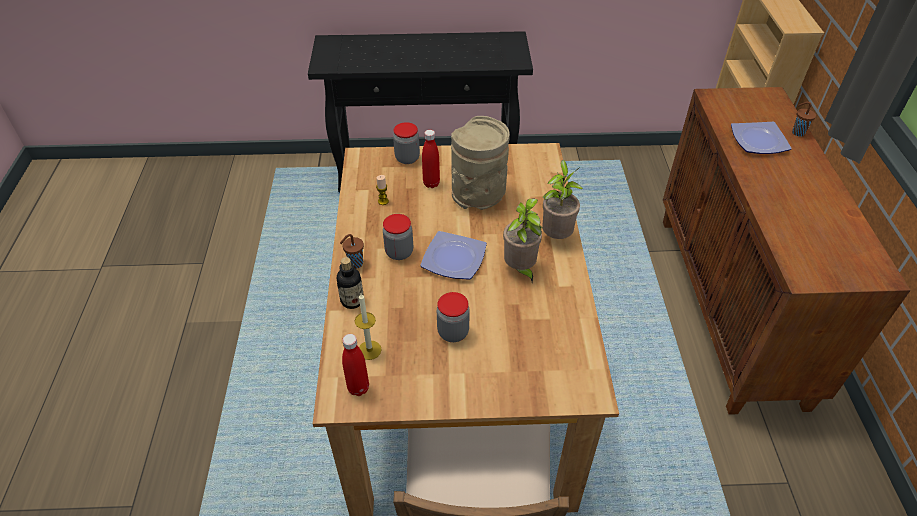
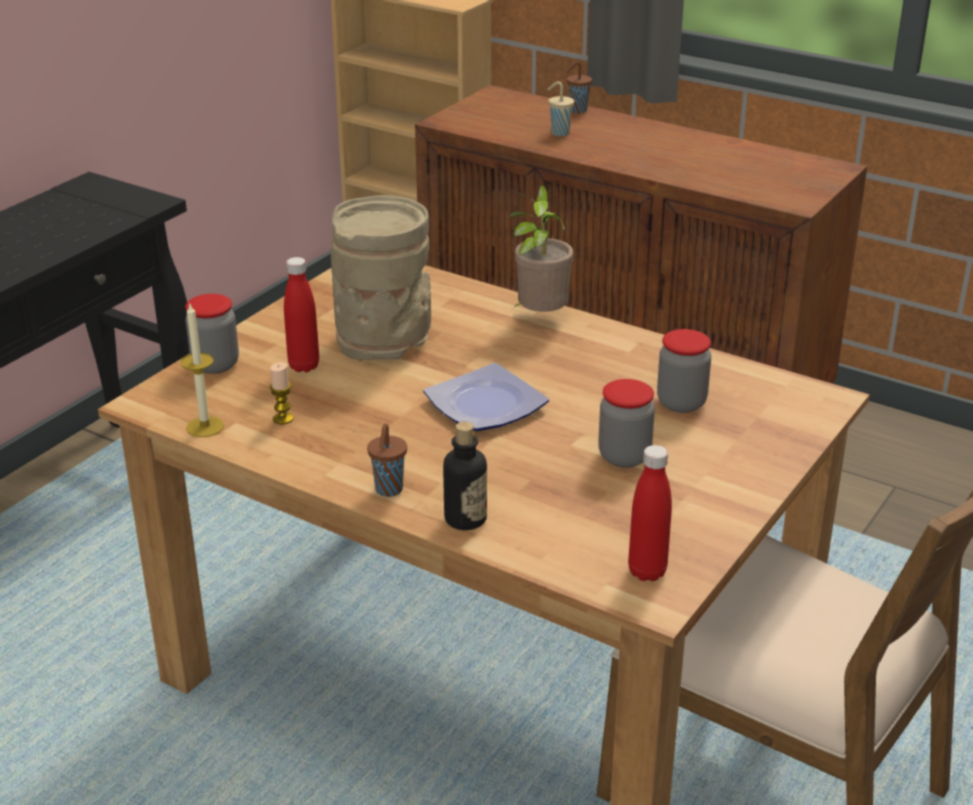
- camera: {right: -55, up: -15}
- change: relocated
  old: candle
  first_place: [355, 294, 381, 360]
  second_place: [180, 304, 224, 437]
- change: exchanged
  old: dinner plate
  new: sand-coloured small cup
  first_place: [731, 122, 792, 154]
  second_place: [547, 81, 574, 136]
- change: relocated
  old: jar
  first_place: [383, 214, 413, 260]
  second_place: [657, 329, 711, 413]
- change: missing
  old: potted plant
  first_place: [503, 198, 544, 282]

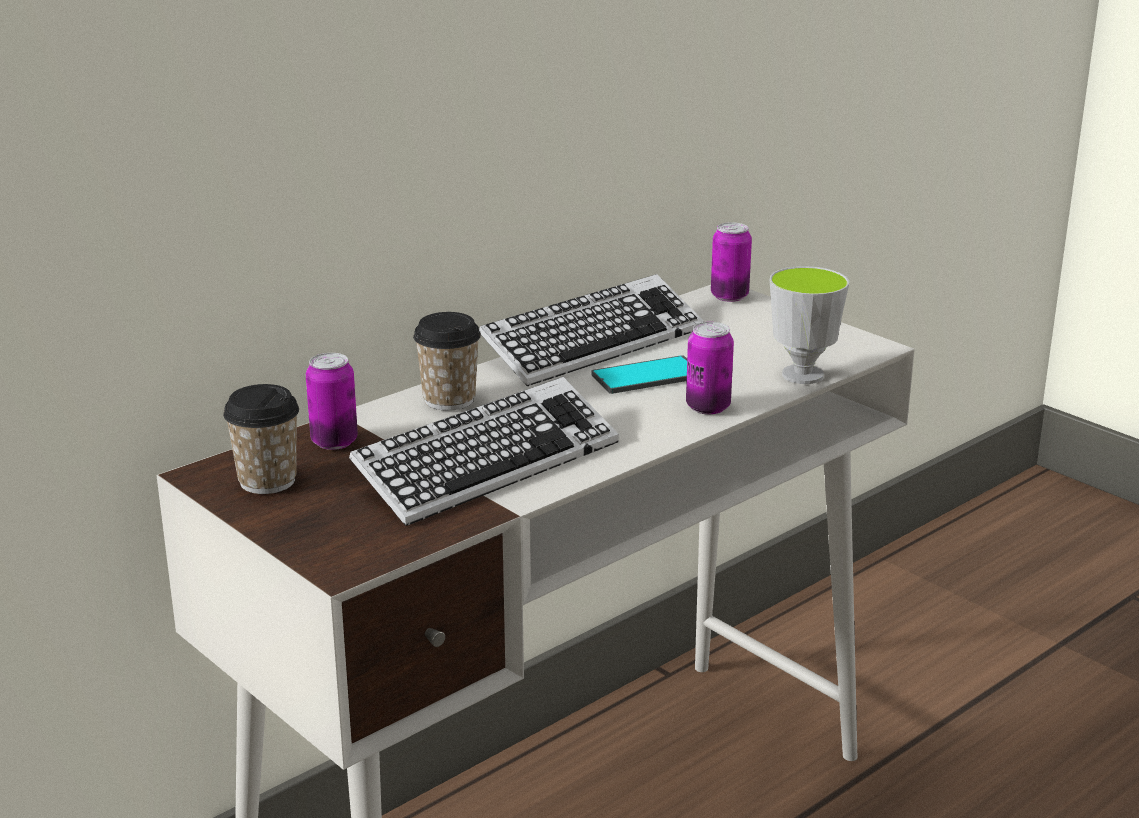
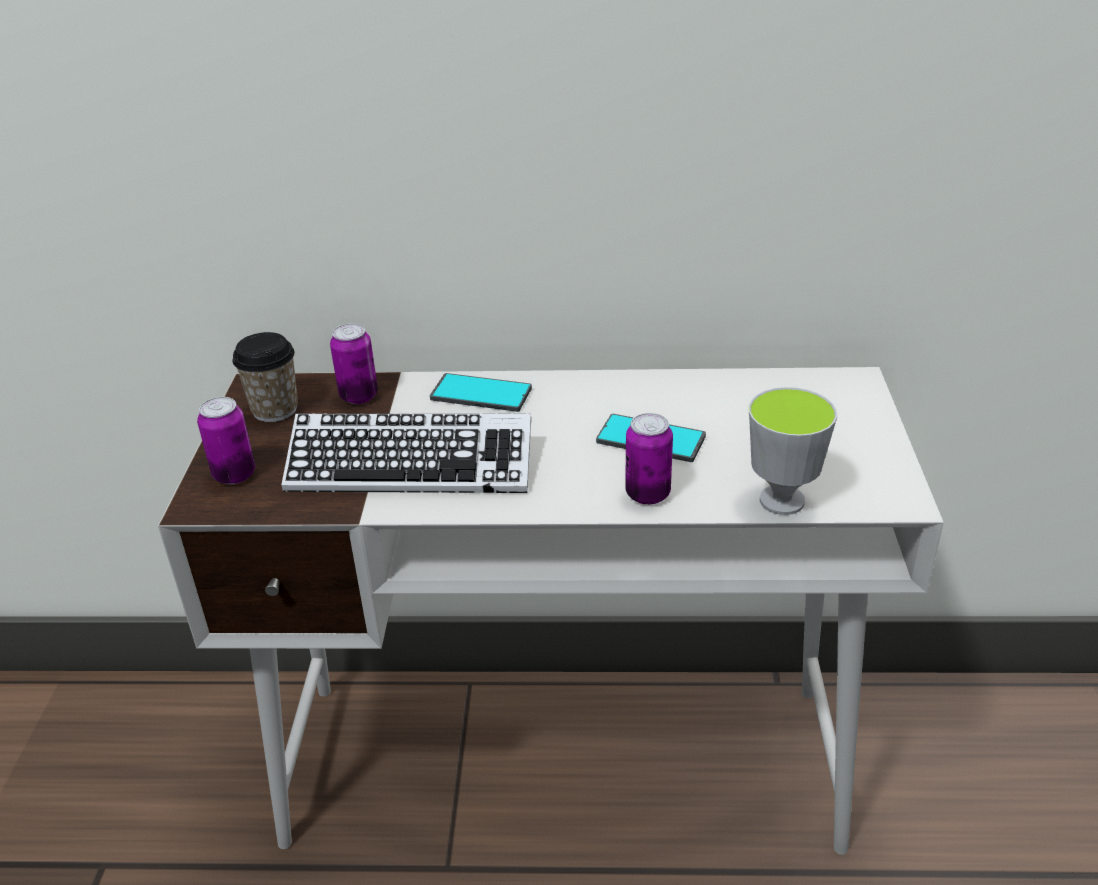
- camera: {right: 45, up: 10}
- change: relocated
  old: sealed can
  first_place: [711, 222, 752, 302]
  second_place: [197, 397, 255, 485]
- change: exchanged
  old: small cup
  new: handset
  first_place: [413, 312, 481, 411]
  second_place: [430, 373, 532, 412]
- change: missing
  old: computer keyboard
  first_place: [479, 274, 705, 386]

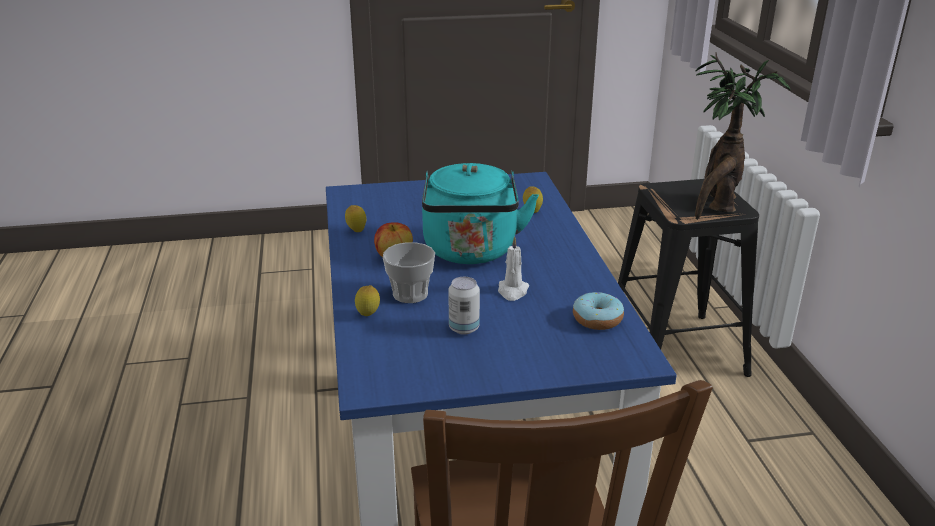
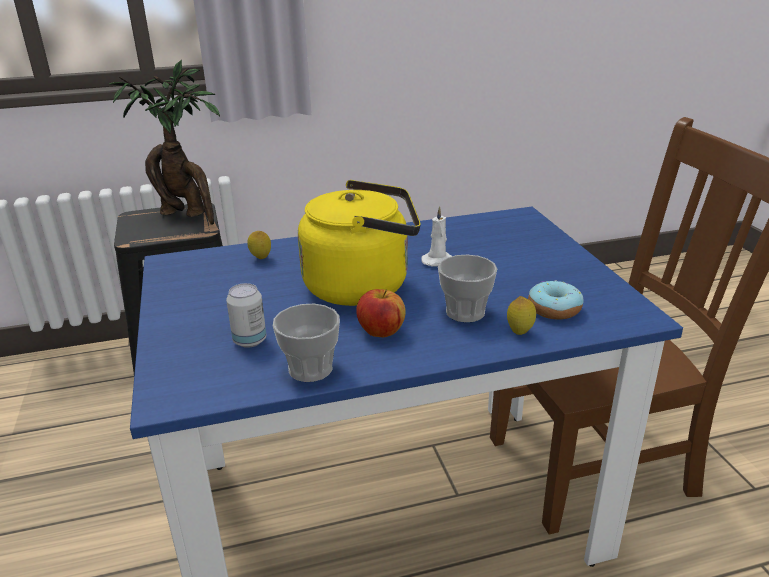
- camera: {right: -95, up: 0}
- change: relocated
  old: sealed can
  first_place: [448, 277, 480, 335]
  second_place: [226, 283, 266, 348]
- change: exchanged
  old: citrus fruit
  new: small cup
  first_place: [345, 205, 366, 232]
  second_place: [273, 304, 340, 382]
- change: colour
  old: turquoise-coloured kettle
  new: yellow-coloured kettle
  first_place: [422, 163, 539, 264]
  second_place: [298, 180, 421, 306]
- change: relocated
  old: donut
  first_place: [573, 292, 624, 330]
  second_place: [528, 280, 584, 319]

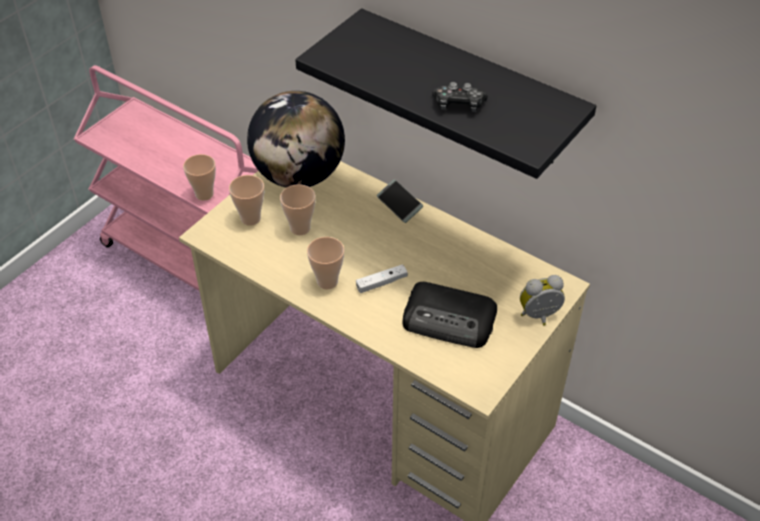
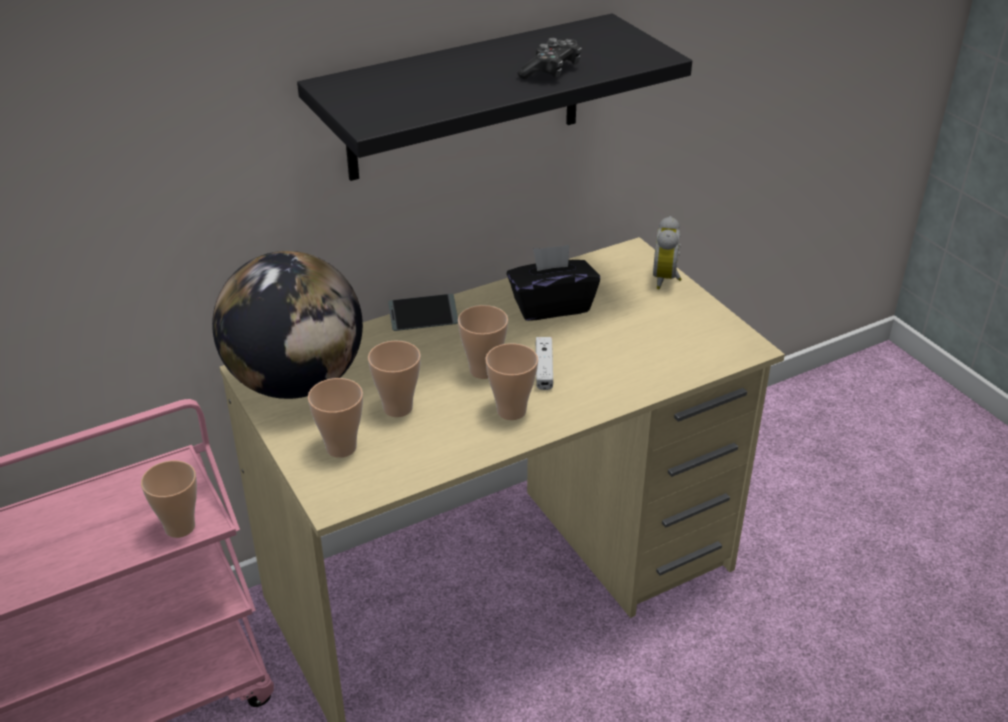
- camera: {right: -65, up: -10}
- change: appeared
  new: small cup
  second_place: [458, 305, 508, 379]
- change: appeared
  new: blackish box of tissues
  second_place: [507, 245, 600, 321]
- change: missing
  old: radio
  first_place: [402, 282, 497, 348]

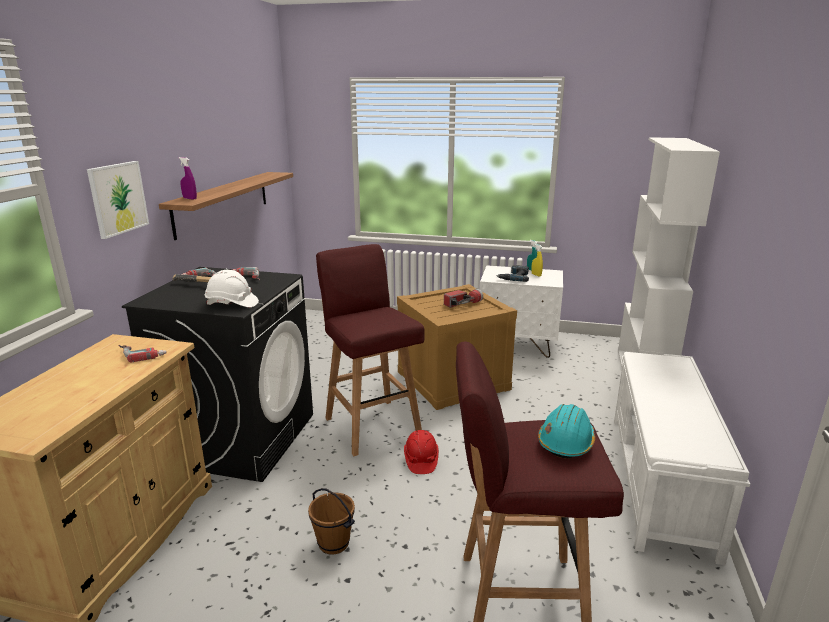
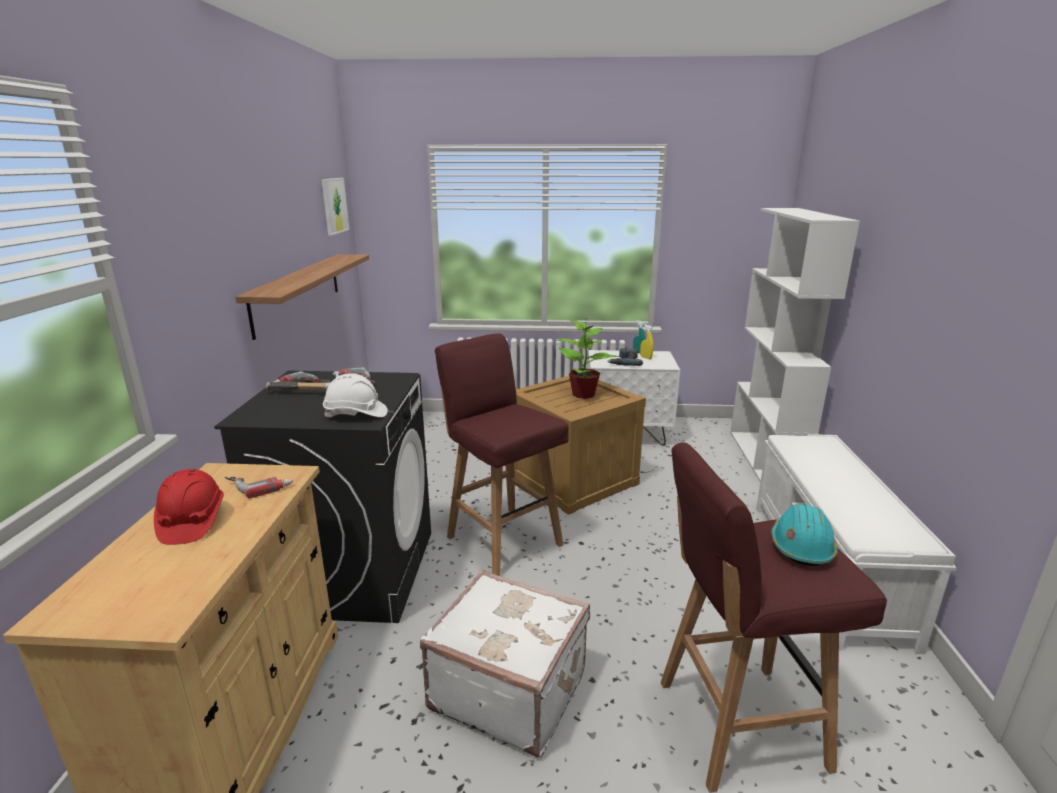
- camera: {right: -10, up: 0}
- change: relocated
  old: reddish hard hat
  first_place: [404, 430, 439, 474]
  second_place: [154, 469, 224, 545]
- change: relocated
  old: picture
  first_place: [87, 161, 149, 239]
  second_place: [322, 178, 349, 236]
- change: exchanged
  old: brown-coloured bucket
  new: white-coloured suitcase
  first_place: [308, 488, 355, 555]
  second_place: [420, 570, 590, 757]
- change: exchanged
  old: hand torch
  new: potted plant
  first_place: [444, 289, 483, 308]
  second_place: [557, 317, 620, 399]
- change: missing
  old: purple hand sprayer
  first_place: [179, 157, 197, 200]

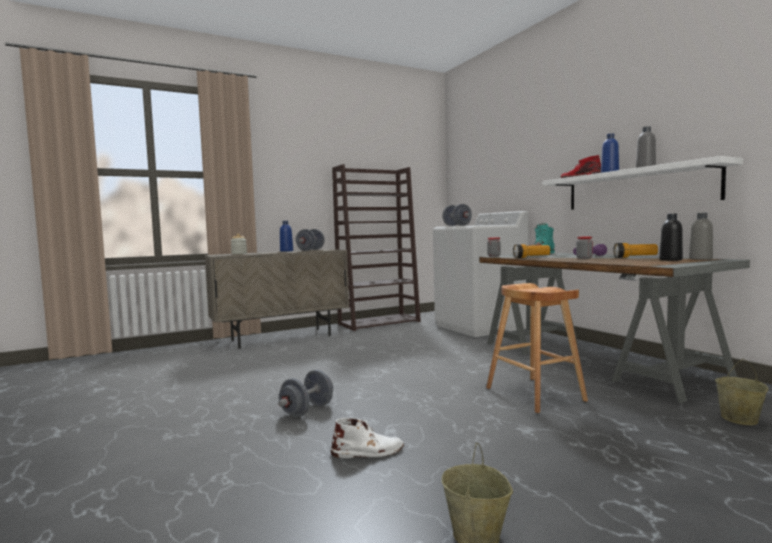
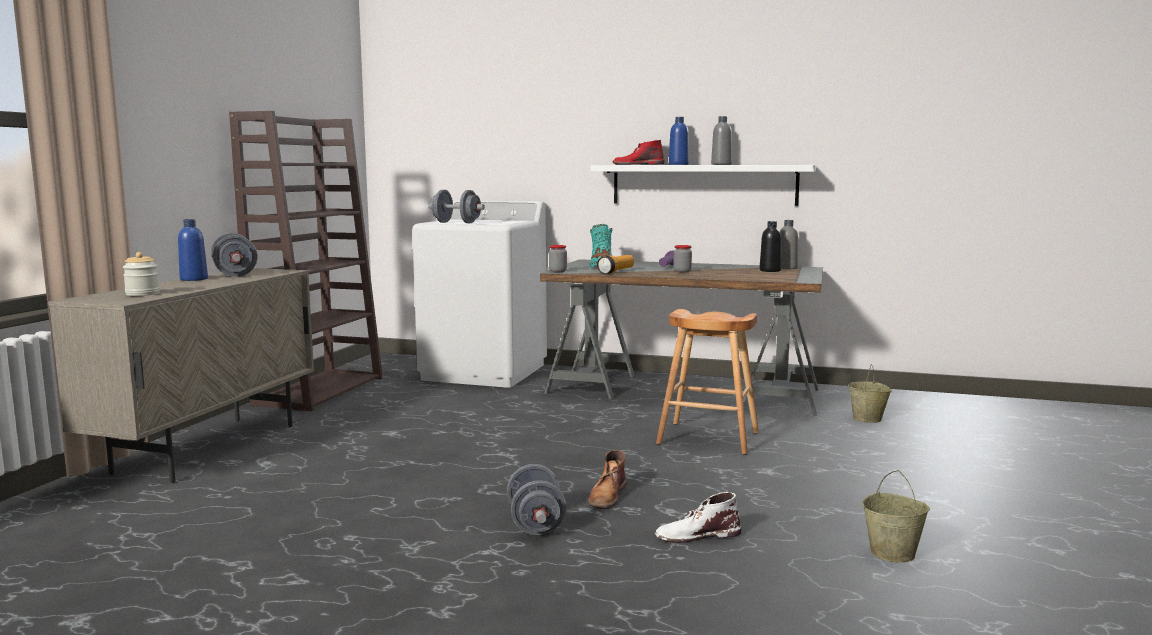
- camera: {right: -45, up: 5}
- change: appeared
  new: brown-coloured tall boot
  second_place: [589, 450, 627, 509]
- change: spun
  old: white-coloured tall boot
  first_place: [331, 418, 404, 458]
  second_place: [655, 492, 741, 543]
  degrees: -135
- change: missing
  old: hand torch
  first_place: [613, 243, 658, 258]

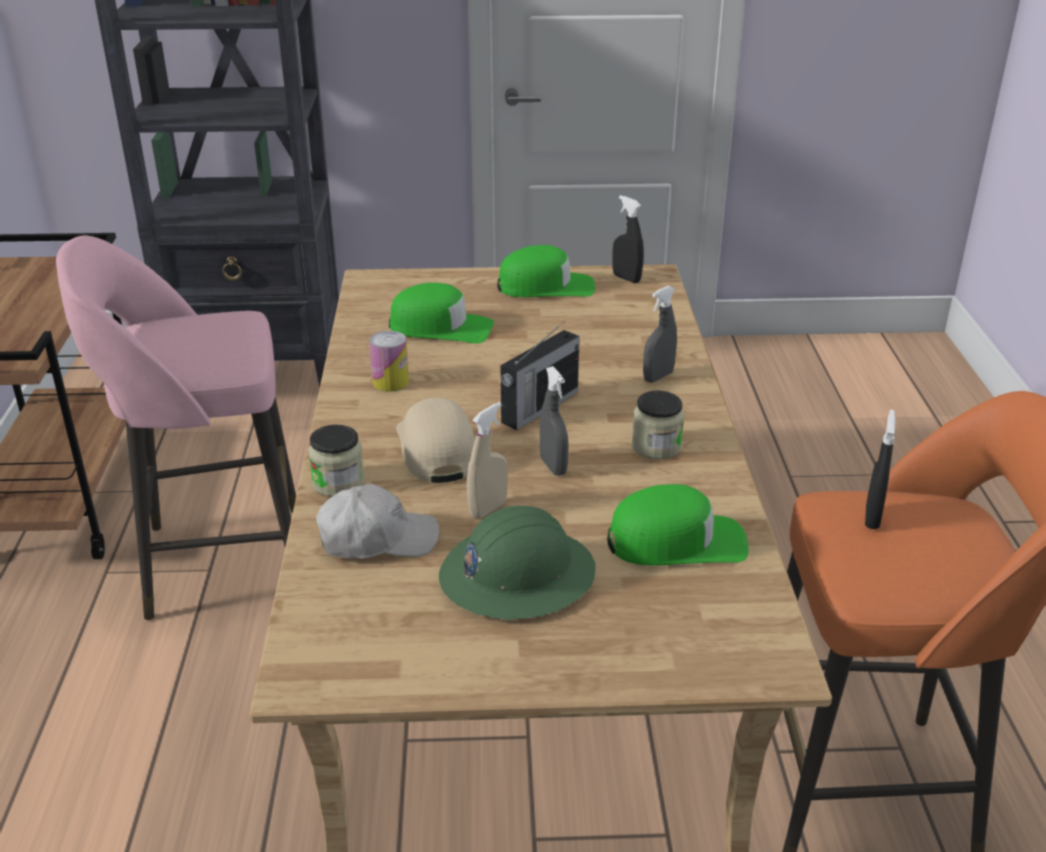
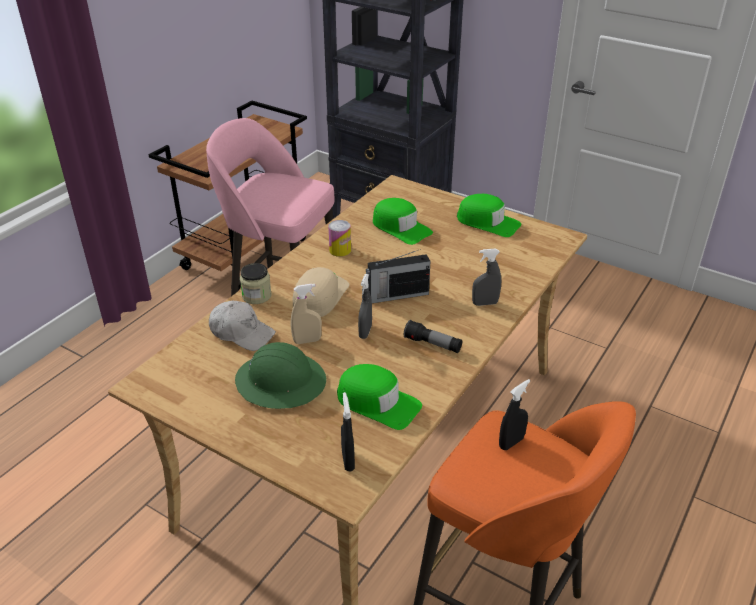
- camera: {right: 35, up: 5}
- change: relocated
  old: blackish hand sprayer
  first_place: [612, 195, 644, 283]
  second_place: [341, 392, 355, 471]
- change: exchanged
  old: jar
  new: hand torch
  first_place: [632, 391, 684, 459]
  second_place: [404, 320, 462, 353]

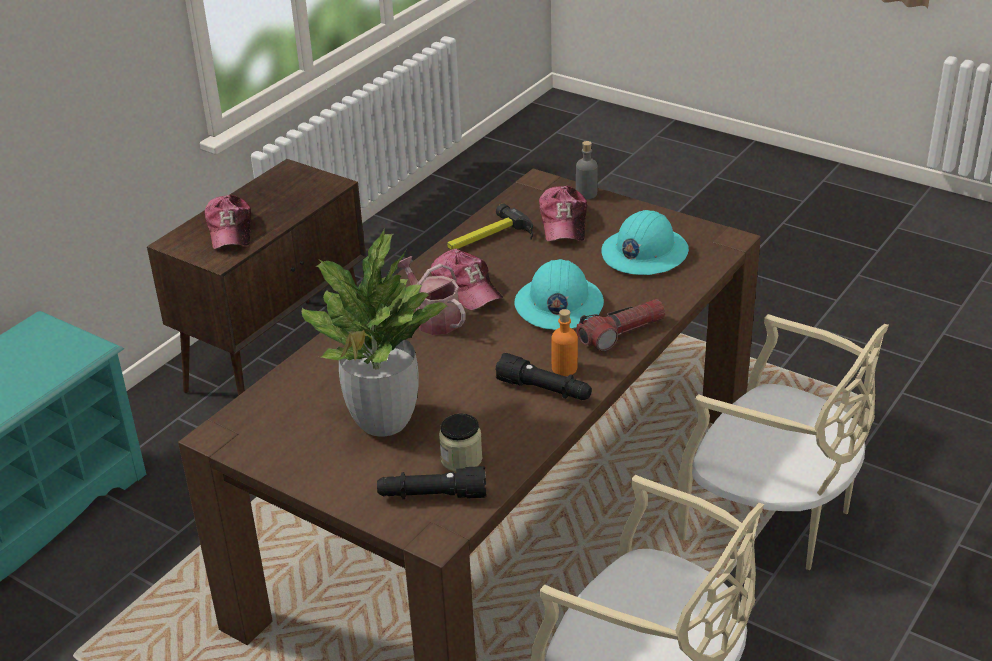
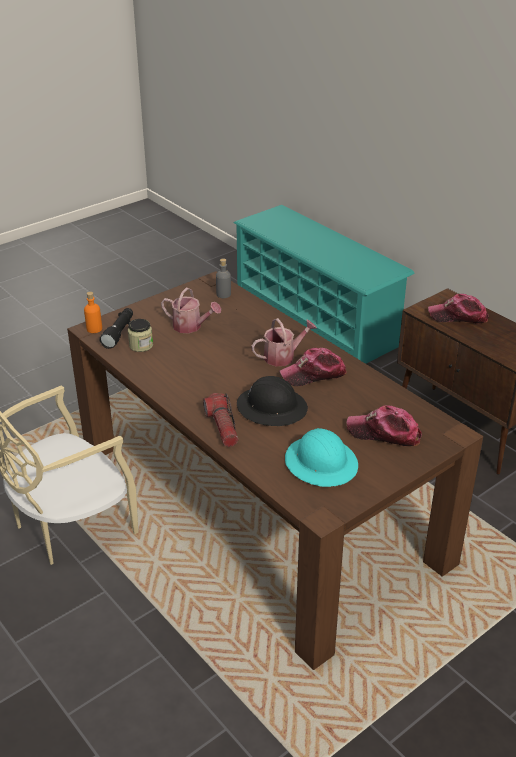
- camera: {right: 105, up: 0}
- change: relocated
  old: orangey bottle
  first_place: [551, 309, 578, 376]
  second_place: [84, 292, 102, 333]
- change: exchanged
  old: potted plant
  new: watering can
  first_place: [301, 227, 448, 437]
  second_place: [161, 288, 221, 333]
- change: relocated
  old: greyish bottle
  first_place: [576, 141, 598, 199]
  second_place: [216, 259, 231, 298]
- change: colour
  old: turquoise-coloured hard hat
  new: blackish hard hat
  first_place: [514, 259, 604, 330]
  second_place: [237, 376, 308, 426]
- change: missing
  old: tool hammer
  first_place: [447, 203, 533, 250]
- change: missing
  old: blackish hand torch
  first_place: [495, 353, 592, 400]
- change: missing
  old: sand-coloured plain chair
  first_place: [678, 314, 889, 570]

